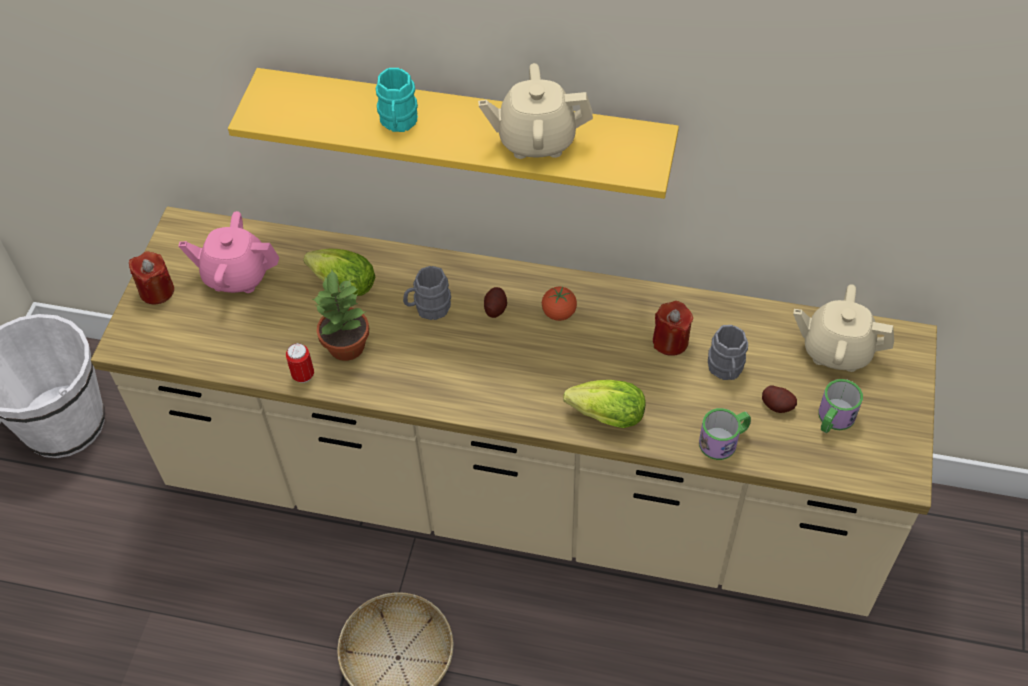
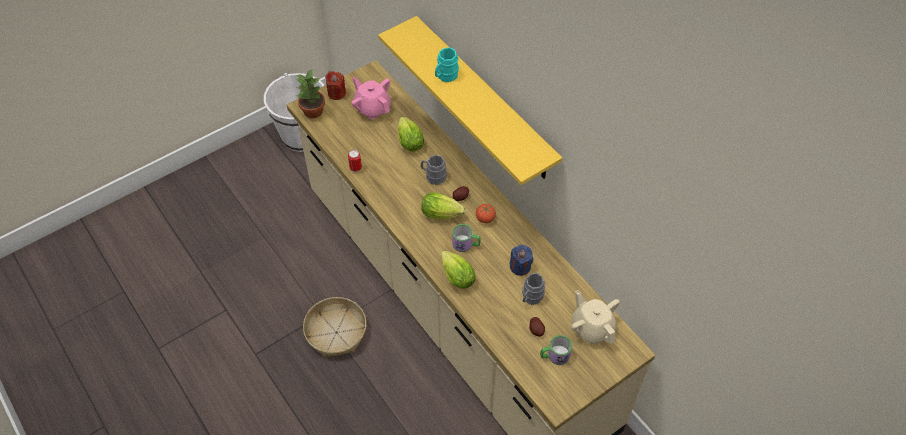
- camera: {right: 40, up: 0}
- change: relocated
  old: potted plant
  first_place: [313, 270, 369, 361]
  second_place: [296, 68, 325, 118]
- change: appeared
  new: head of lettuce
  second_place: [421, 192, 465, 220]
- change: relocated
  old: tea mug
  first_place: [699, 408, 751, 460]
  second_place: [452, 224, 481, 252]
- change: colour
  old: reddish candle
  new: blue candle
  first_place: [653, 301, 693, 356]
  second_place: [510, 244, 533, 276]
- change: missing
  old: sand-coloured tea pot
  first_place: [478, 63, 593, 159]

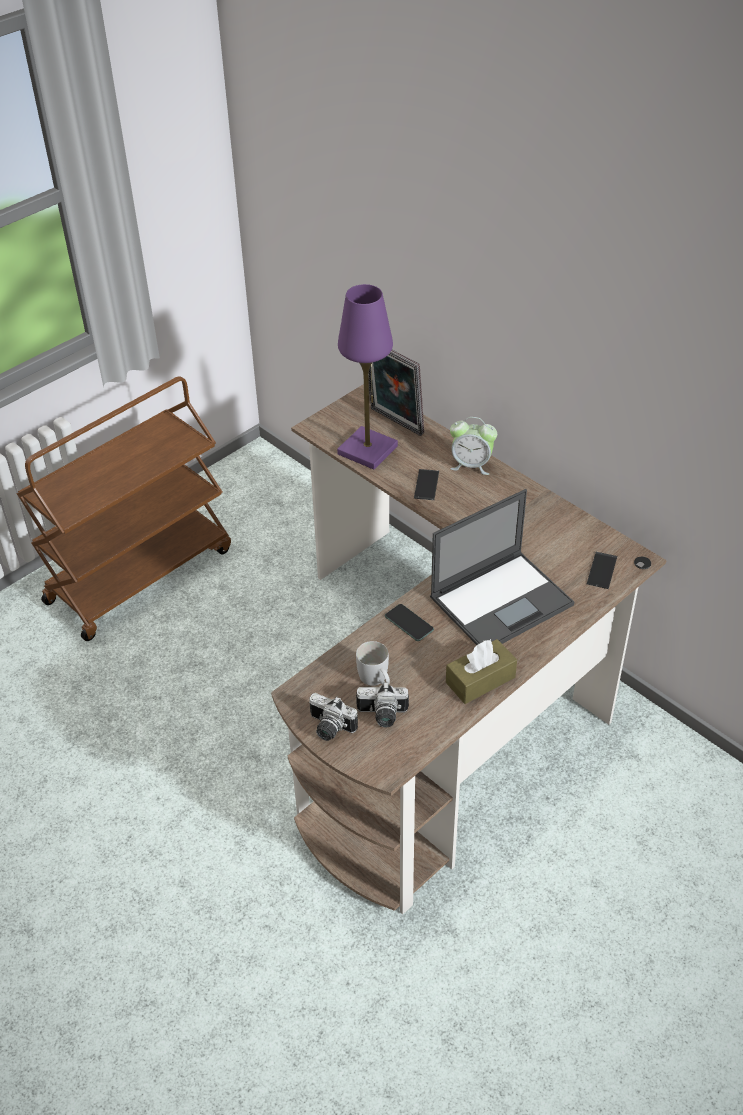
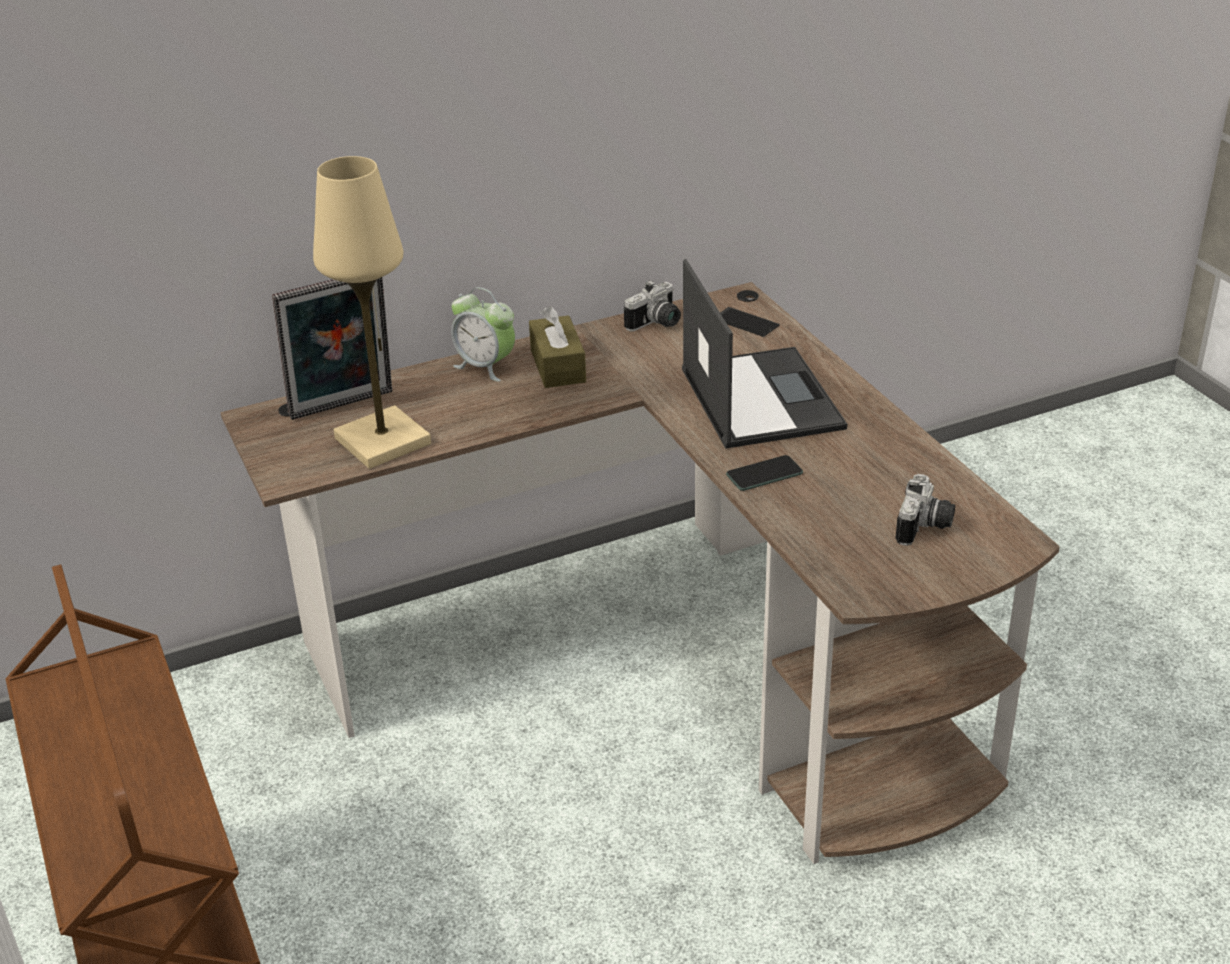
- camera: {right: -70, up: -10}
- change: colour
  old: purple tabletop lamp
  new: sand-coloured tabletop lamp
  first_place: [337, 284, 398, 470]
  second_place: [313, 156, 431, 469]
- change: spun
  old: table clock
  first_place: [450, 417, 497, 475]
  second_place: [451, 287, 515, 382]
  degrees: 90
- change: relocated
  old: brown-coloured box of tissues
  first_place: [446, 639, 517, 704]
  second_place: [529, 306, 586, 388]
- change: relocated
  old: still camera
  first_place: [309, 693, 358, 741]
  second_place: [624, 280, 681, 331]
- change: missing
  old: white-coloured tea mug
  first_place: [356, 641, 390, 686]
- change: missing
  old: handset
  first_place: [414, 469, 439, 500]

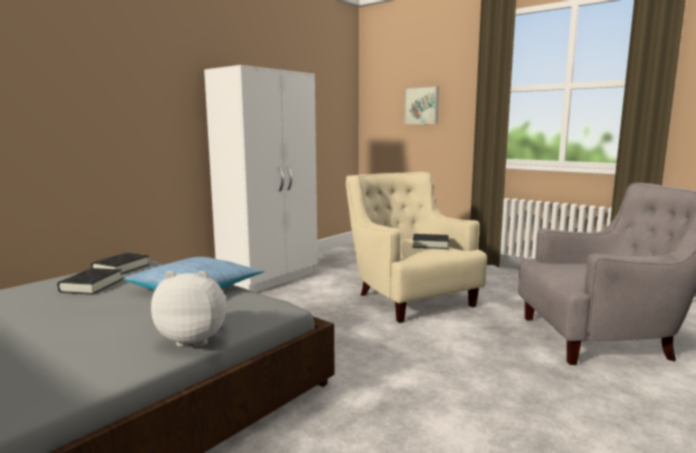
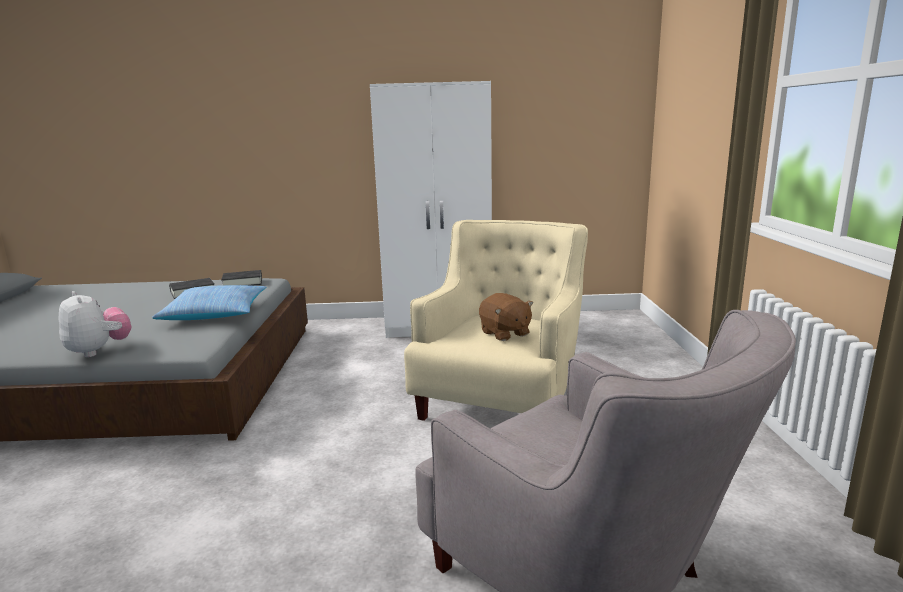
- camera: {right: 50, up: 5}
- change: exchanged
  old: blackish volume
  new: brown-coloured cuddly toy
  first_place: [413, 234, 449, 249]
  second_place: [479, 293, 533, 341]
- change: missing
  old: picture
  first_place: [404, 86, 439, 124]

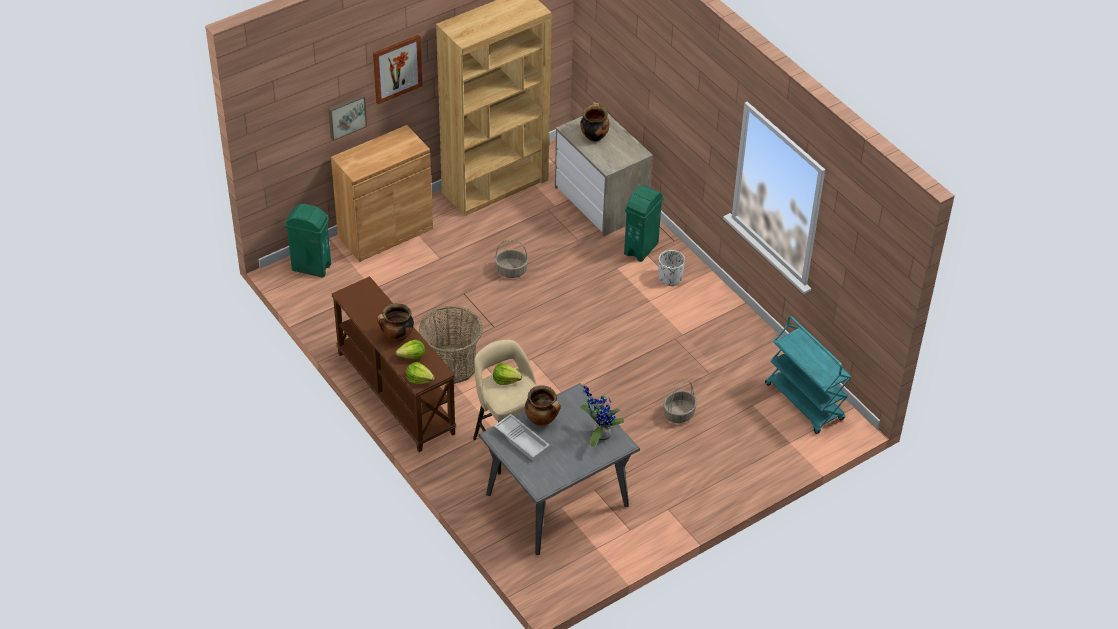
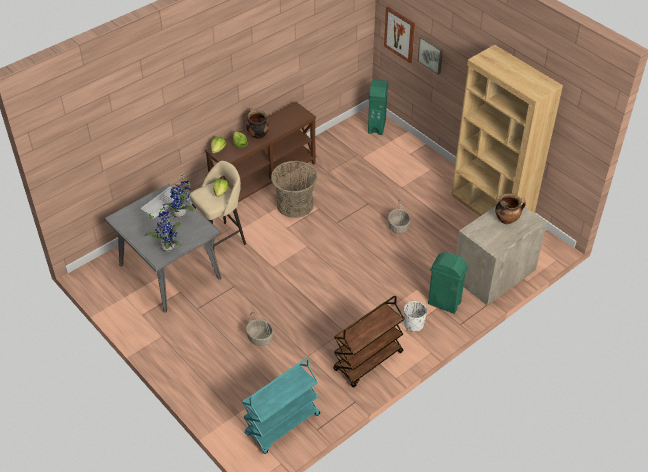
- camera: {right: 85, up: 0}
- change: exchanged
  old: cooking pot
  new: potted plant
  first_place: [525, 385, 561, 426]
  second_place: [163, 172, 195, 218]
- change: appeared
  new: brown-coloured trolley
  second_place: [333, 296, 405, 388]
- change: relocated
  old: picture
  first_place: [373, 34, 422, 104]
  second_place: [384, 6, 415, 63]
- change: missing
  old: brown-coloured cabinet
  first_place: [331, 125, 433, 262]

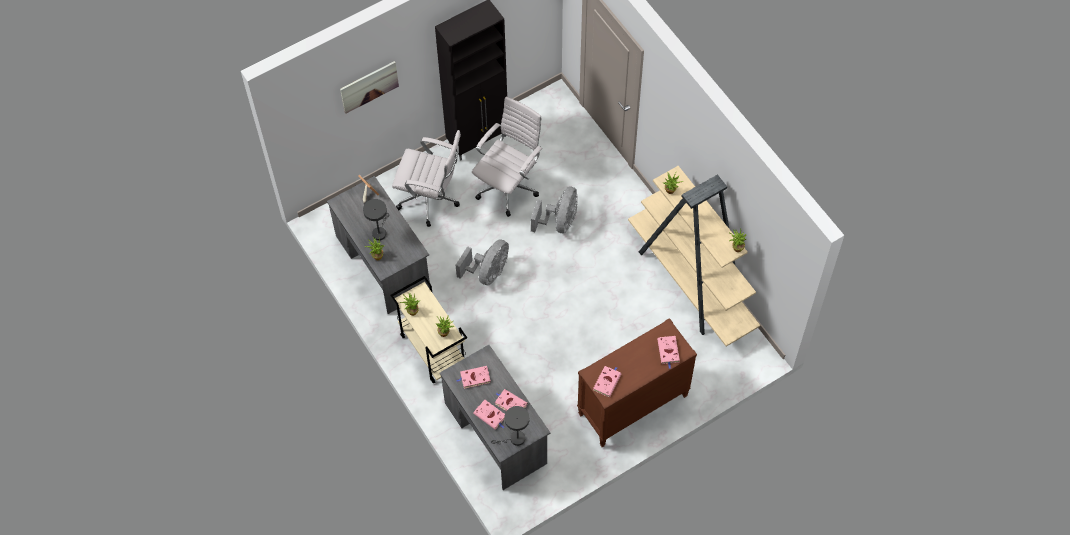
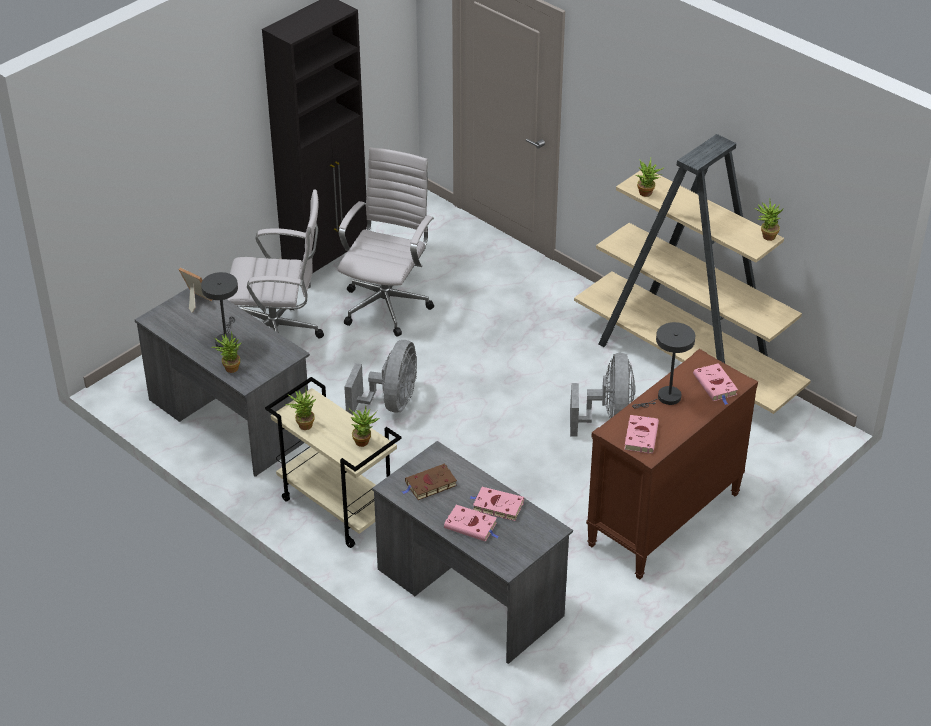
- camera: {right: -15, up: -20}
- change: colour
  old: pink volume
  new: brown-coloured volume
  first_place: [457, 366, 491, 389]
  second_place: [402, 464, 457, 500]
- change: relocated
  old: greyish fan
  first_place: [531, 187, 578, 233]
  second_place: [570, 353, 635, 437]
- change: relocated
  old: greyish tabletop lamp
  first_place: [491, 406, 530, 446]
  second_place: [632, 322, 695, 409]
- change: missing
  old: picture
  first_place: [340, 61, 399, 114]

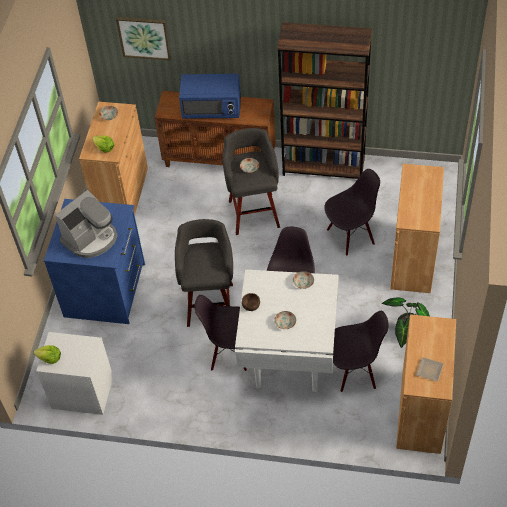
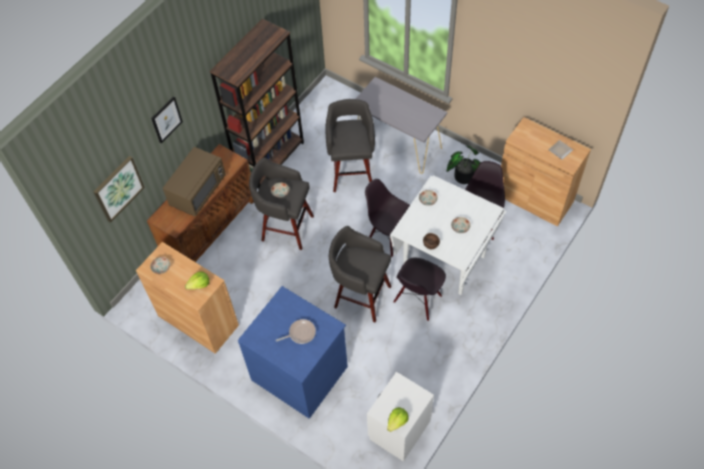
- camera: {right: -65, up: 5}
- change: appeared
  new: picture
  second_place: [151, 96, 183, 143]
- change: colour
  old: blue microwave oven
  new: brown-coloured microwave oven
  first_place: [179, 74, 241, 119]
  second_place: [163, 147, 226, 216]
- change: exchanged
  old: coffee maker
  new: pan
  first_place: [55, 190, 118, 258]
  second_place: [276, 319, 316, 344]
- change: exchanged
  old: blackish plain chair
  new: greyish stool
  first_place: [324, 169, 380, 256]
  second_place: [325, 99, 375, 192]
- change: exchanged
  old: brown-coloured cabinet
  new: greyish narrow table
  first_place: [390, 164, 444, 293]
  second_place: [356, 77, 447, 174]

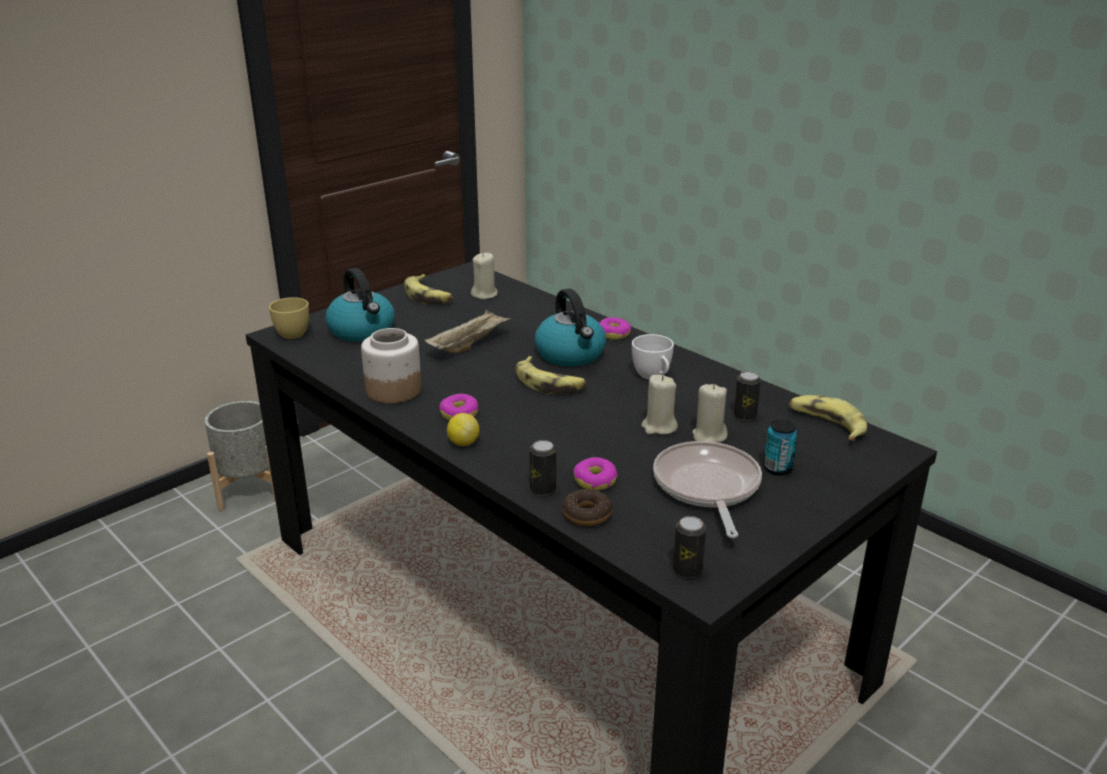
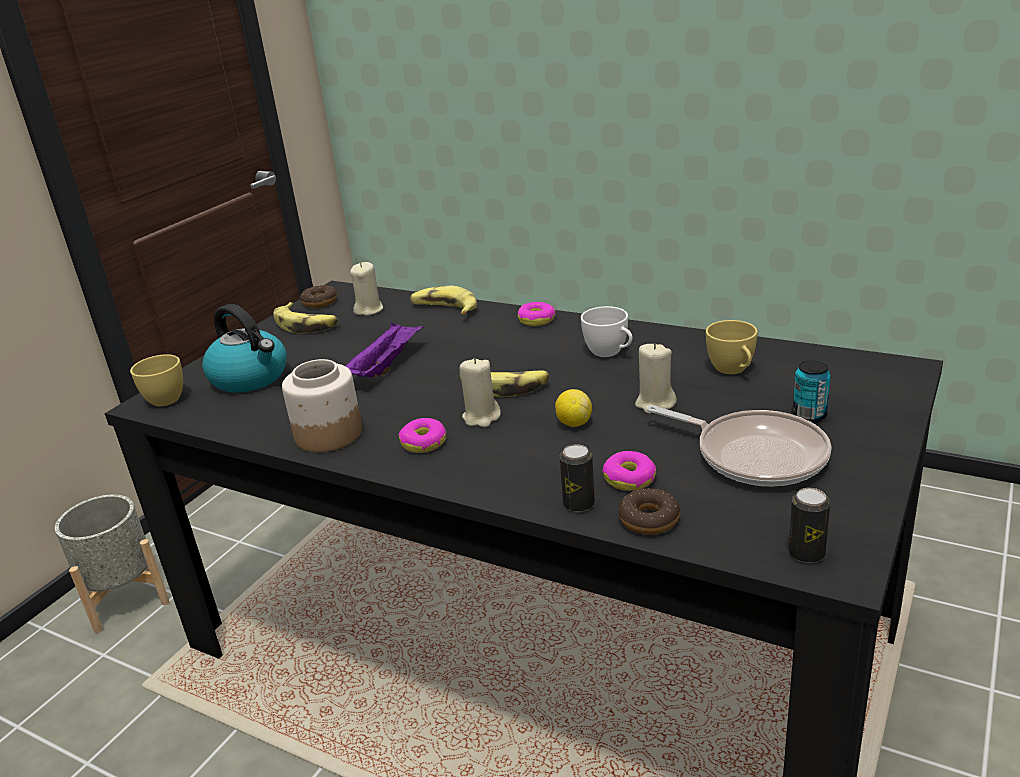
- camera: {right: -15, up: 0}
- change: appeared
  new: donut
  second_place: [300, 285, 337, 308]
- change: colour
  old: sand-coloured carrying tray
  new: purple carrying tray
  first_place: [425, 310, 511, 353]
  second_place: [345, 322, 424, 378]
- change: relocated
  old: banana fruit
  first_place: [789, 395, 867, 441]
  second_place: [410, 286, 477, 315]
- change: relocated
  old: sand-coloured candle
  first_place: [692, 384, 728, 442]
  second_place: [460, 358, 501, 427]
- change: relocated
  old: citrus fruit
  first_place: [447, 413, 479, 446]
  second_place: [555, 389, 592, 427]
- change: spun
  old: pan
  first_place: [653, 441, 762, 538]
  second_place: [647, 405, 831, 486]
  degrees: 150
- change: exchanged
  old: sealed can
  new: yellow-coloured small cup
  first_place: [734, 371, 761, 421]
  second_place: [706, 320, 758, 374]
- change: missing
  old: kettle
  first_place: [535, 288, 606, 366]

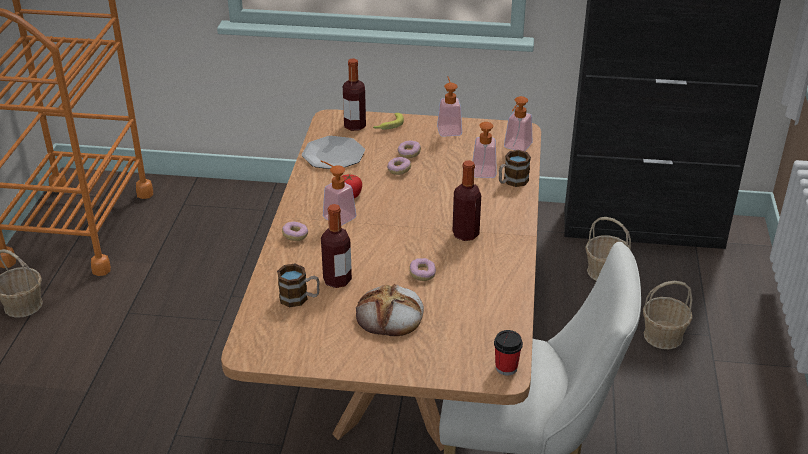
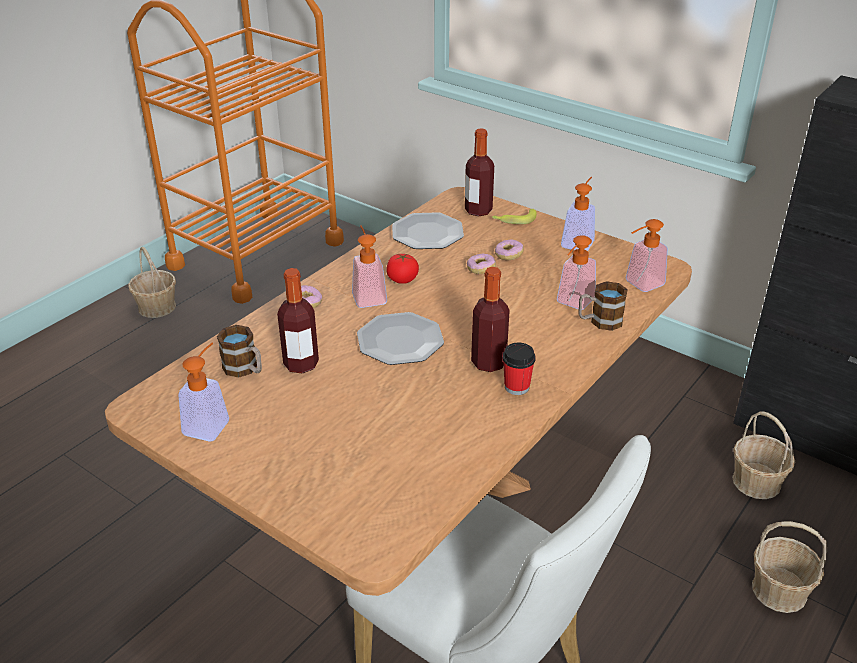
- camera: {right: 30, up: 0}
- change: appeared
  new: soap bottle
  second_place: [179, 343, 229, 442]
- change: appeared
  new: dinner plate
  second_place: [357, 312, 444, 365]
- change: relocated
  old: small cup
  first_place: [494, 330, 523, 375]
  second_place: [503, 343, 536, 395]
- change: missing
  old: bakery bread
  first_place: [356, 284, 424, 336]
- change: missing
  old: donut
  first_place: [409, 258, 436, 281]

